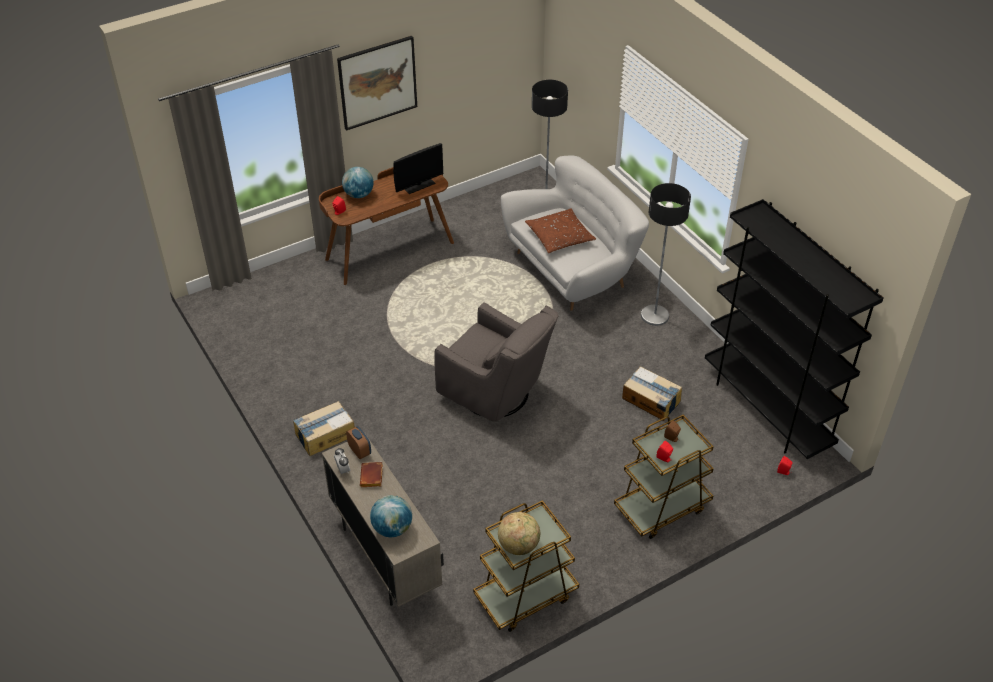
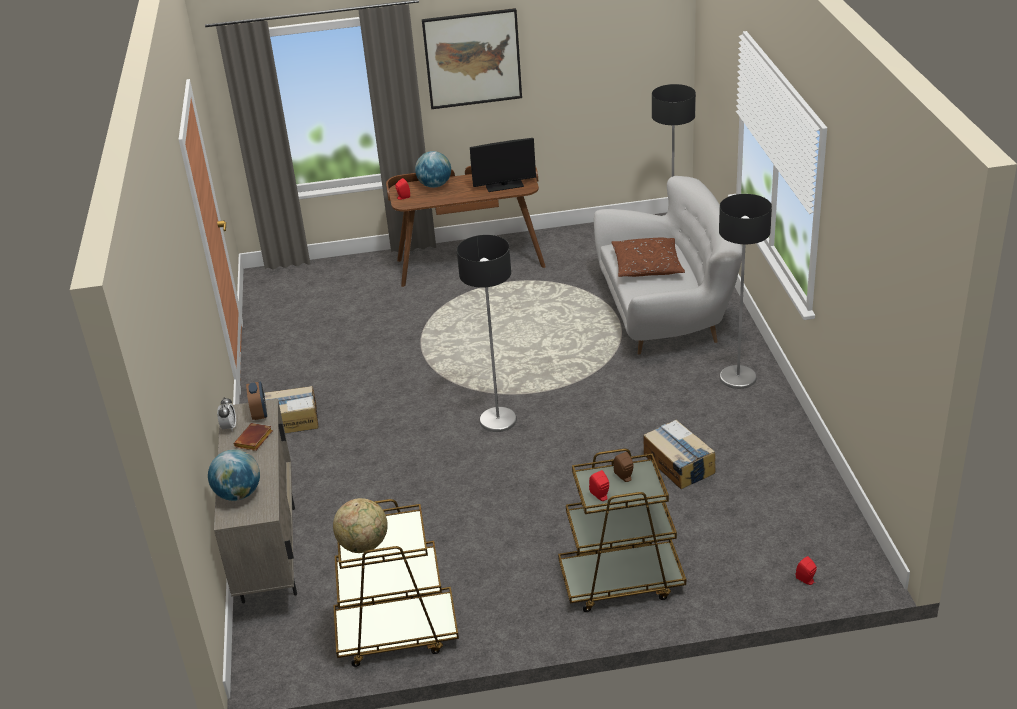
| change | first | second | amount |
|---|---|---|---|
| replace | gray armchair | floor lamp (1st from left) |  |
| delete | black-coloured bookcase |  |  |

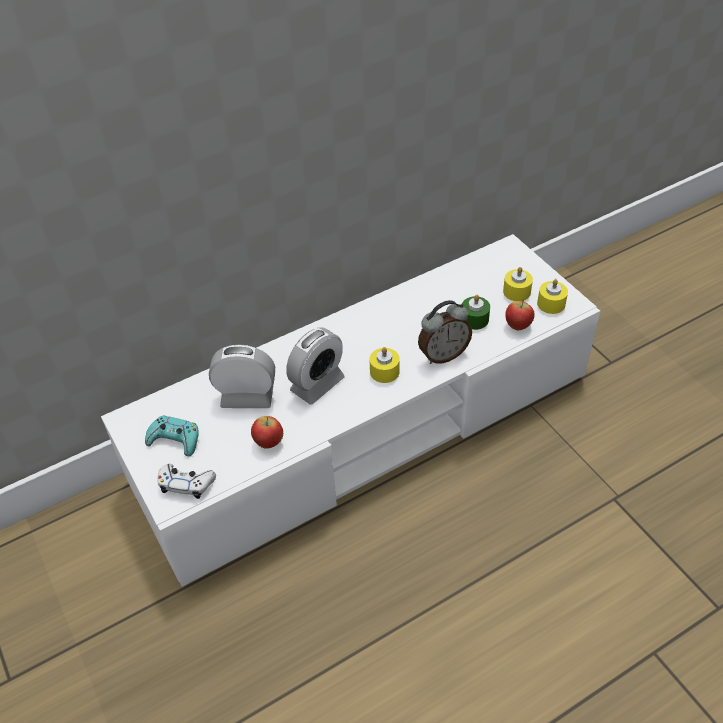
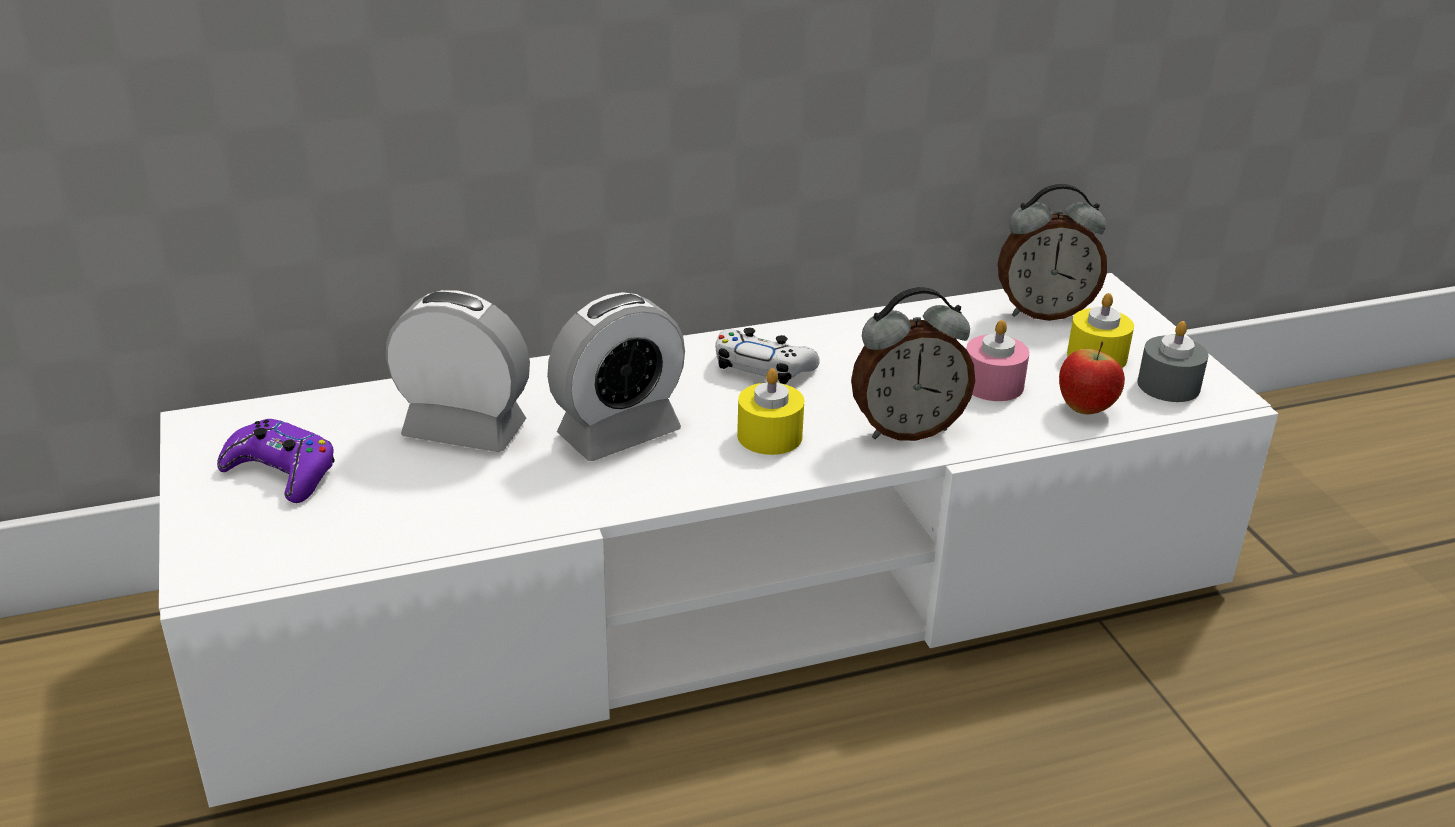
| change | first | second | amount |
|---|---|---|---|
| recolor | turquoise-coloured game controller | purple-coloured game controller |  |
| move | white game controller |  |  |
| delete | apple fruit (1st from left) |  |  |
| recolor | green-coloured wax light | pink-coloured wax light |  |
| recolor | yellow wax light (3rd from left) | gray wax light |  |
| insert |  | table clock (4th from left) |  |

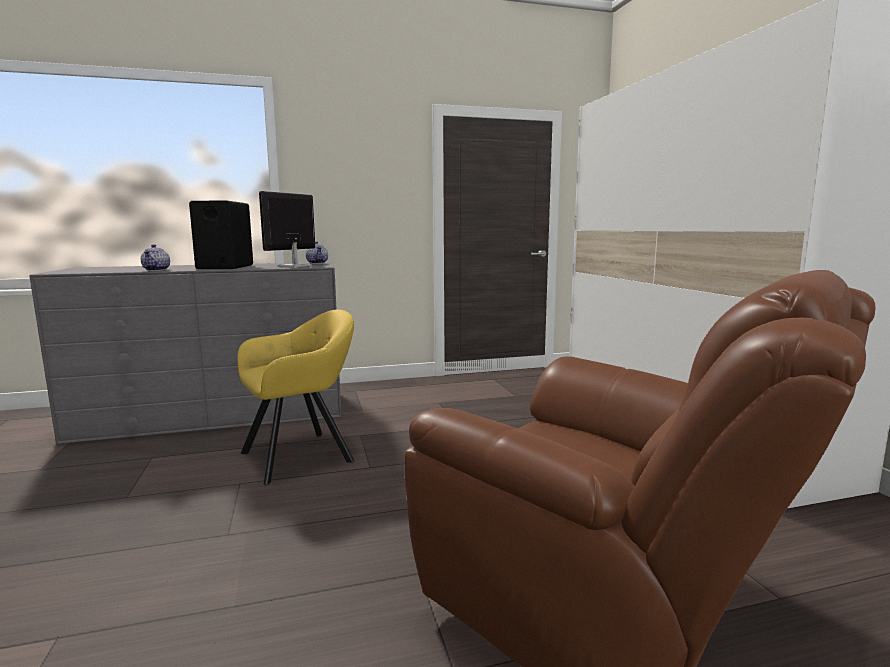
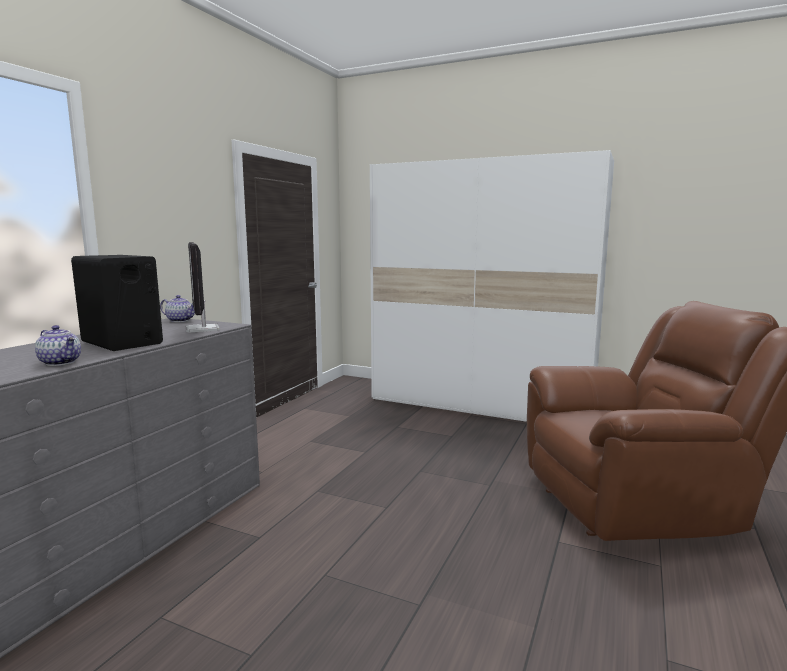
| change | first | second | amount |
|---|---|---|---|
| delete | yellow armchair |  |  |

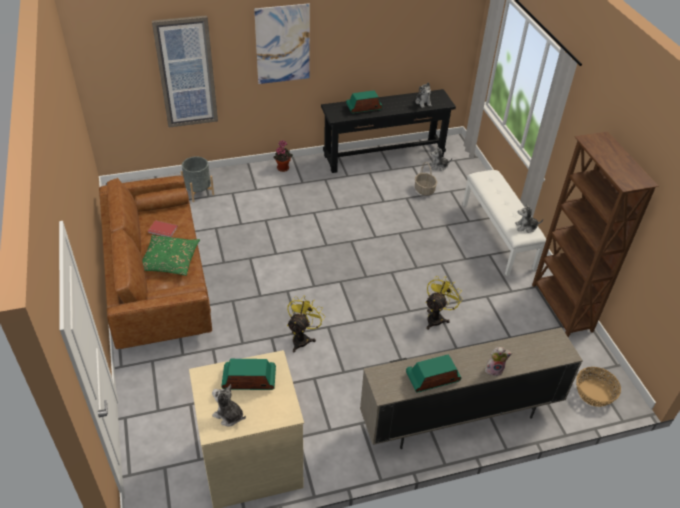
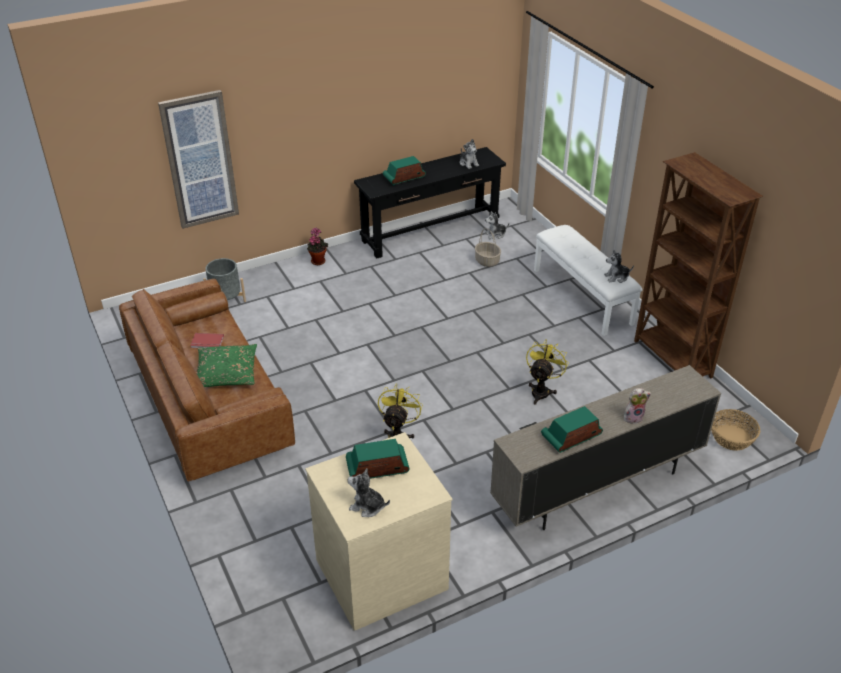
| change | first | second | amount |
|---|---|---|---|
| delete | picture (2nd from left) |  |  |

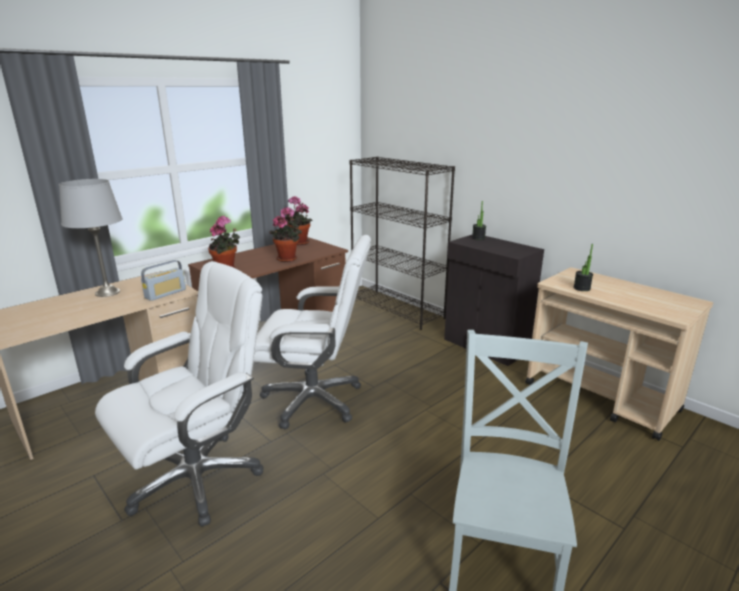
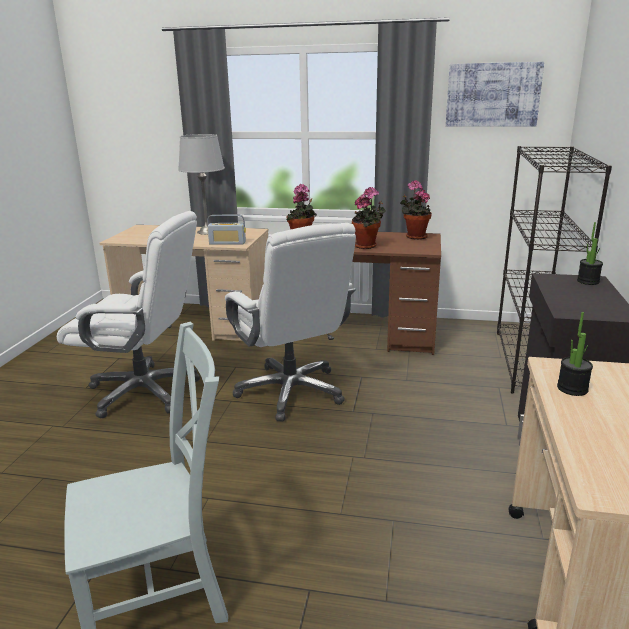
| change | first | second | amount |
|---|---|---|---|
| insert |  | picture |  |

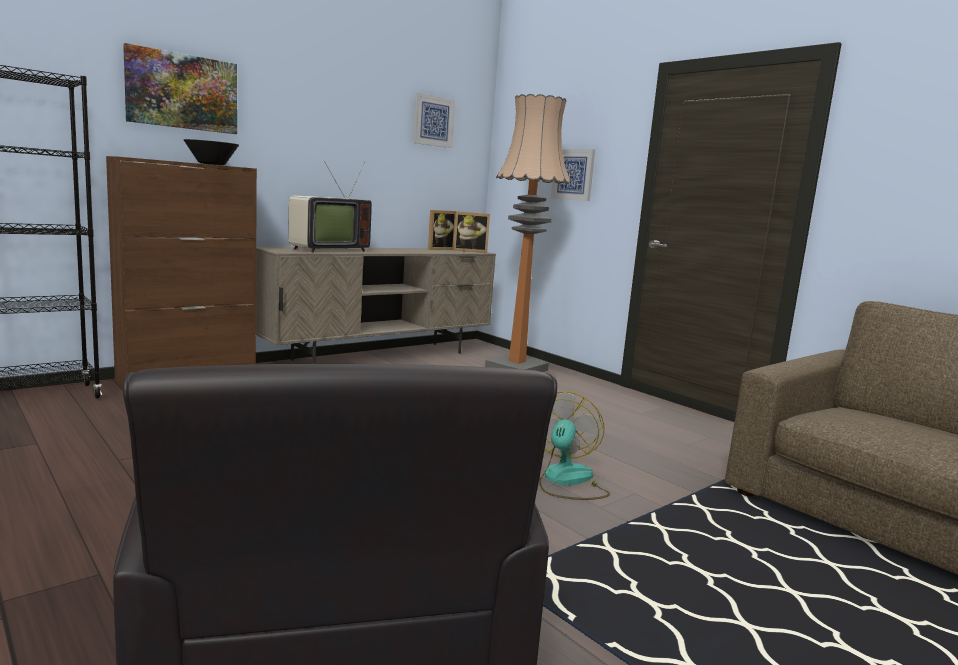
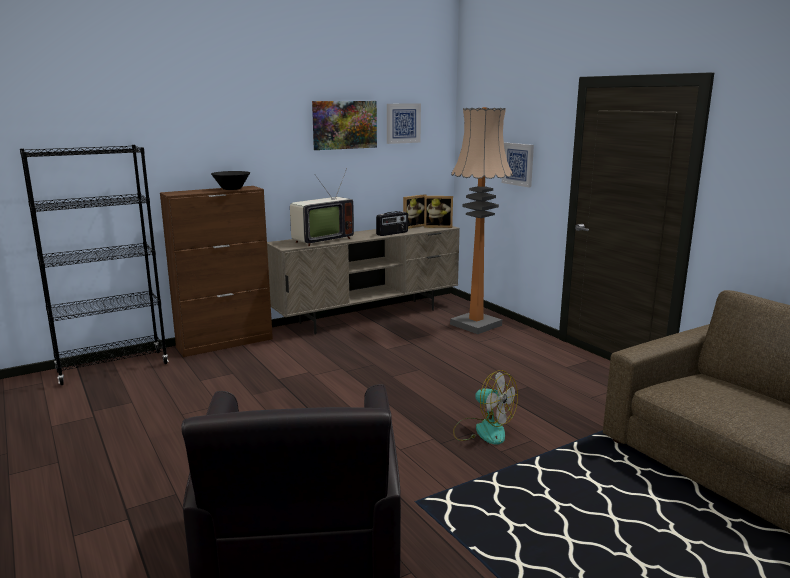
| change | first | second | amount |
|---|---|---|---|
| move | picture (1st from left) |  |  |
| rotate | electric fan |  | 105 degrees clockwise |
| insert |  | radio receiver |  |

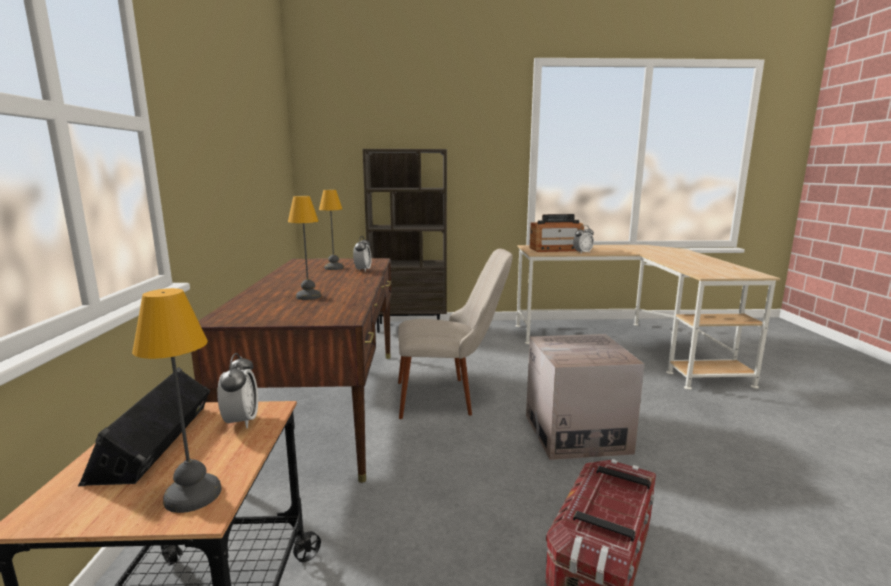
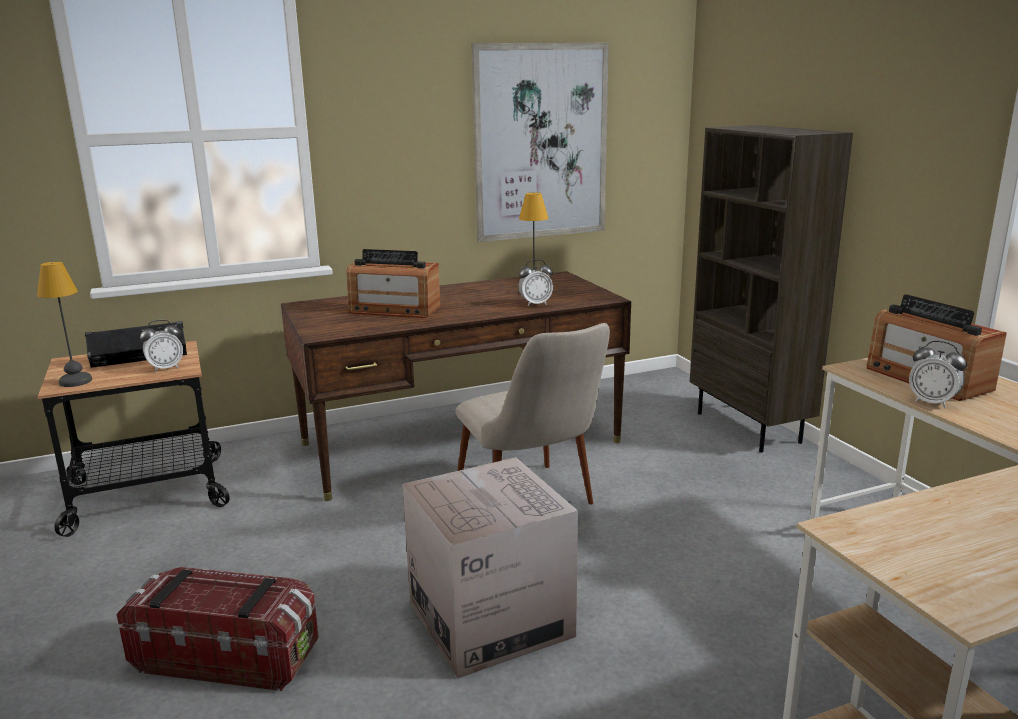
| change | first | second | amount |
|---|---|---|---|
| replace | lamp for a table (2nd from left) | radio receiver (1st from left) |  |
| insert |  | picture |  |

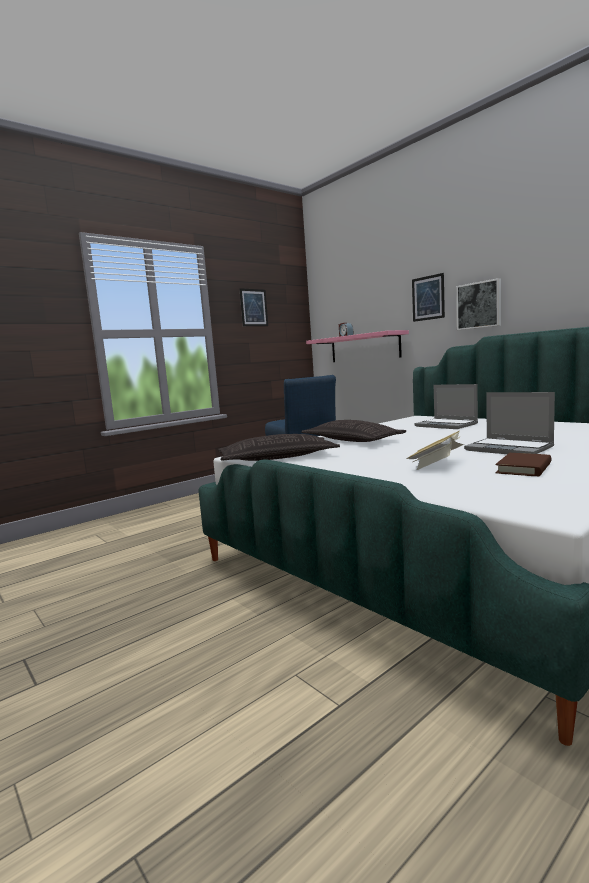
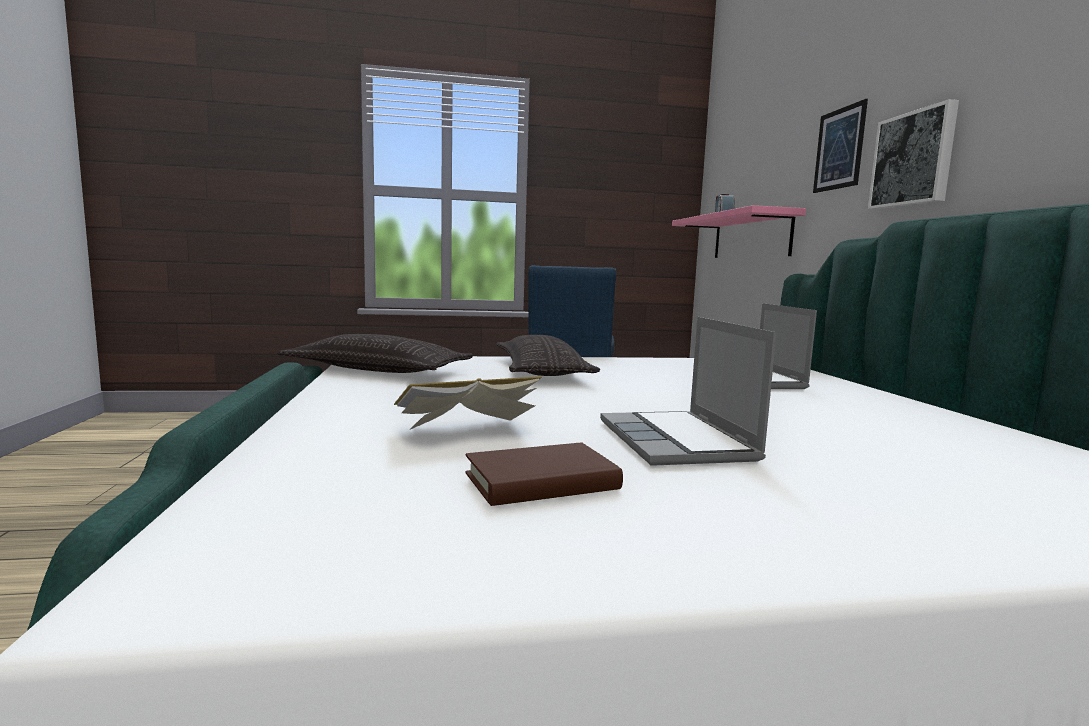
| change | first | second | amount |
|---|---|---|---|
| delete | picture (1st from left) |  |  |

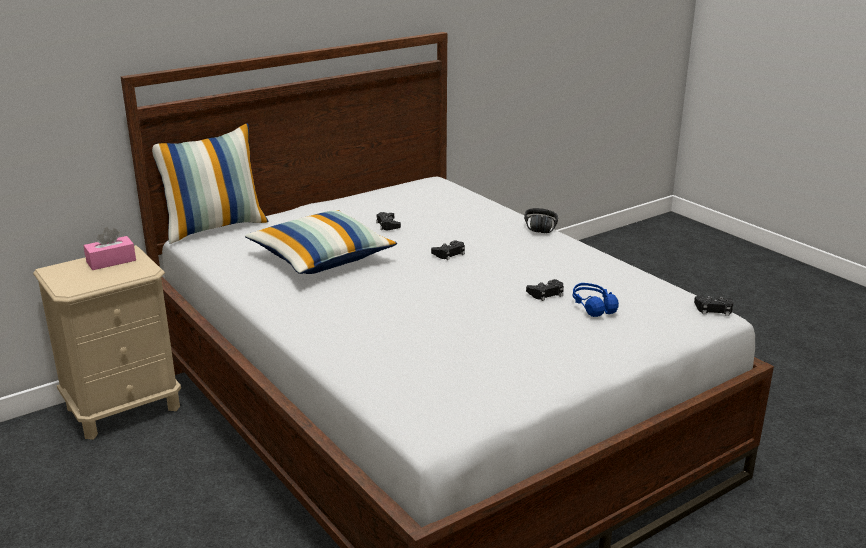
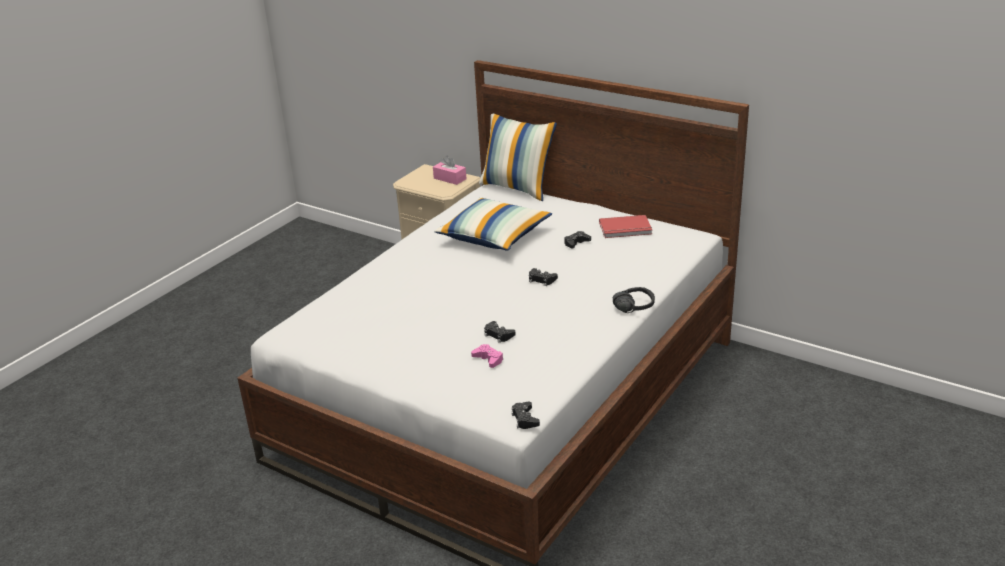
| change | first | second | amount |
|---|---|---|---|
| replace | bluish pair of headphones | pink-coloured game controller |  |
| insert |  | reddish volume |  |

